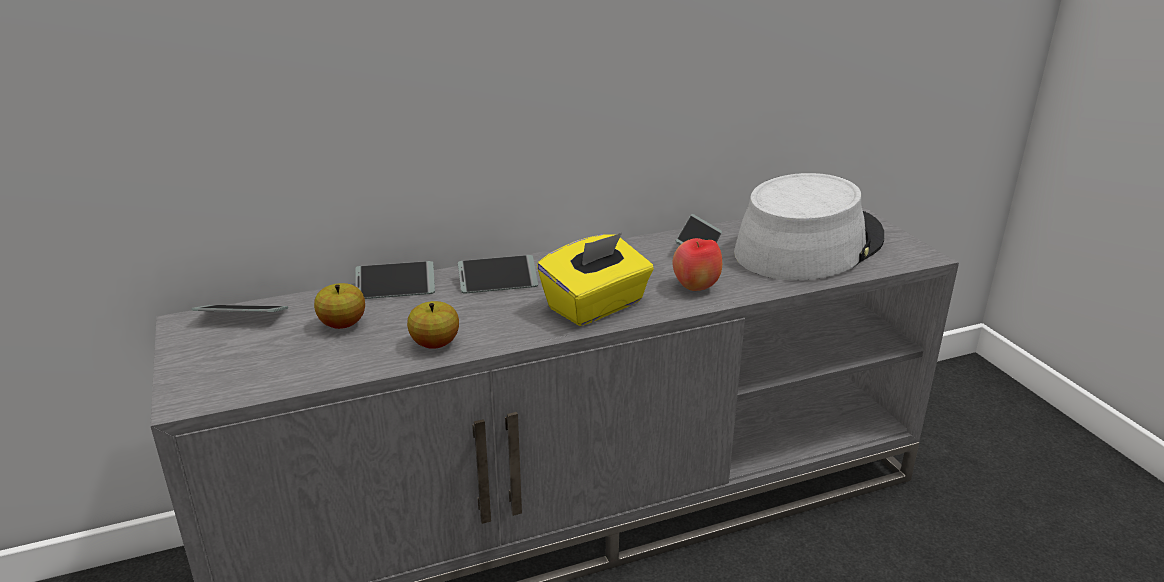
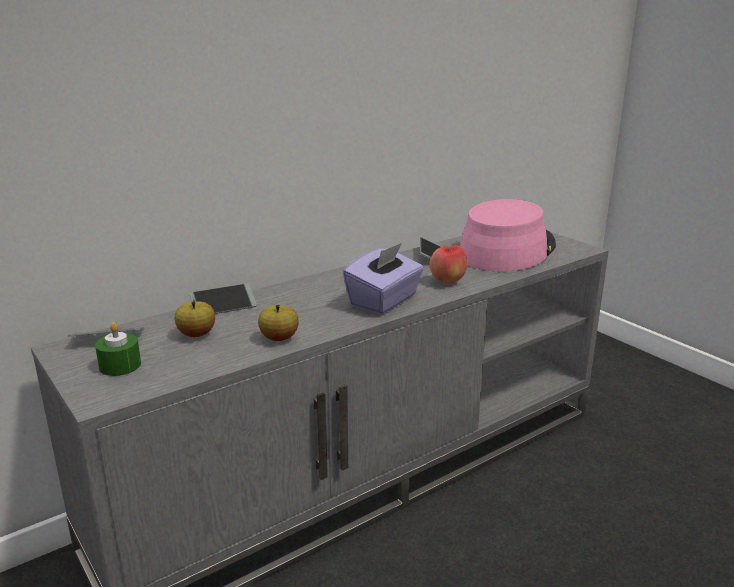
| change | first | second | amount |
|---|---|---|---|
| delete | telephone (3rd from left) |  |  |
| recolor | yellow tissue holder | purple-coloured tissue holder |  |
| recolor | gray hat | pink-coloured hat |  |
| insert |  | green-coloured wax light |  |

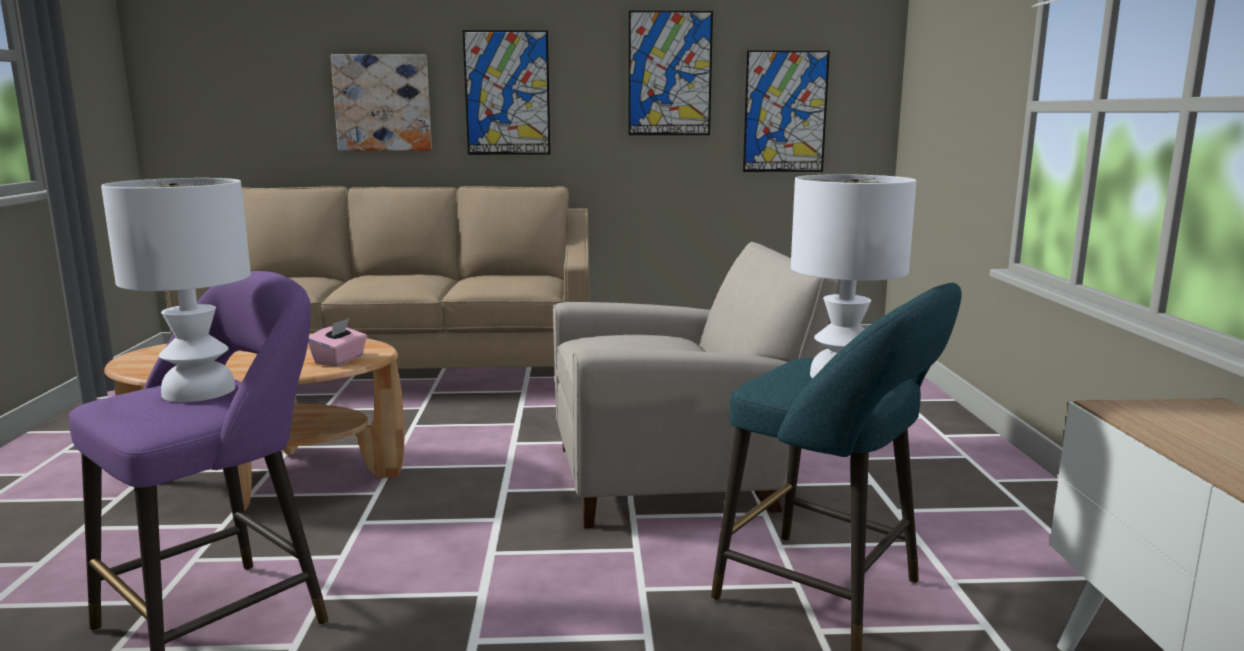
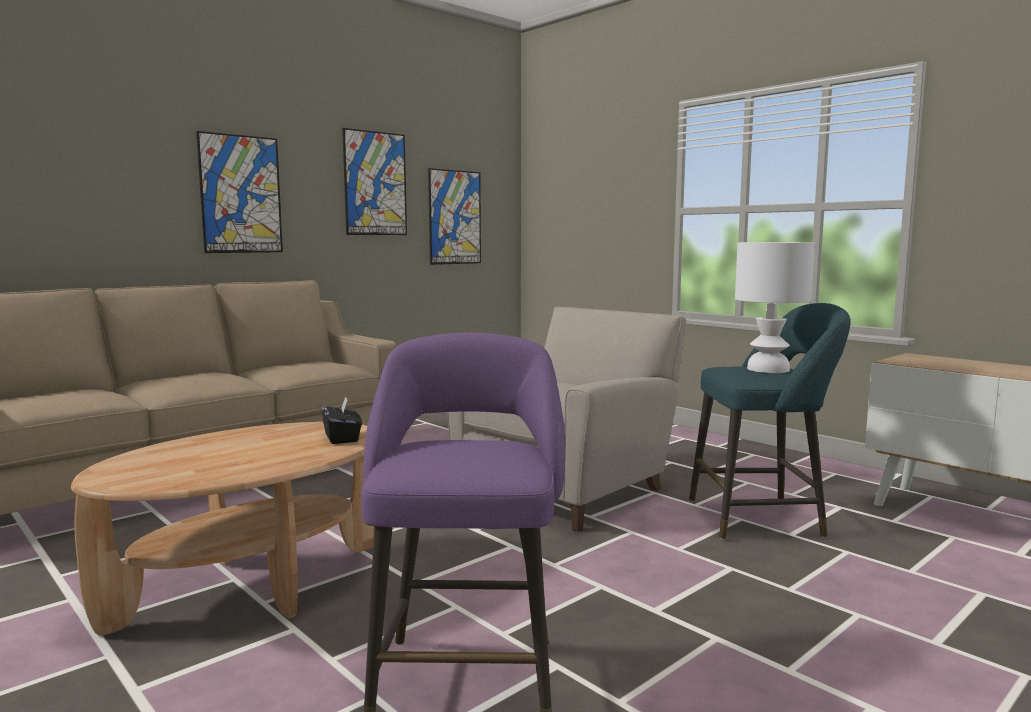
| change | first | second | amount |
|---|---|---|---|
| delete | white lamp for a table (1st from left) |  |  |
| recolor | pink-coloured tissue holder | black-coloured tissue holder |  |
| delete | picture (1st from left) |  |  |

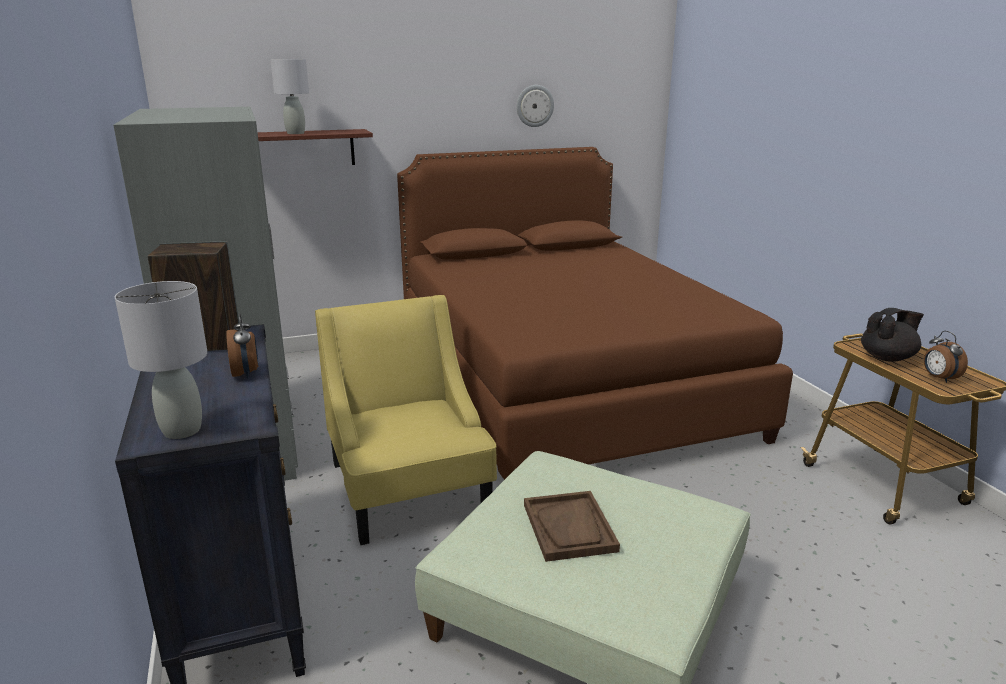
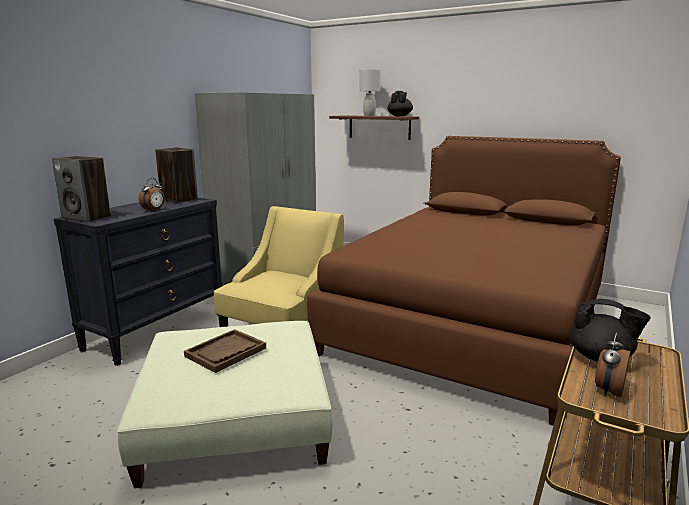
| change | first | second | amount |
|---|---|---|---|
| replace | gray lamp for a table (1st from left) | audio speaker (1st from left) |  |
| delete | clock on the wall |  |  |
| insert |  | black-coloured pot for tea (1st from left) |  |

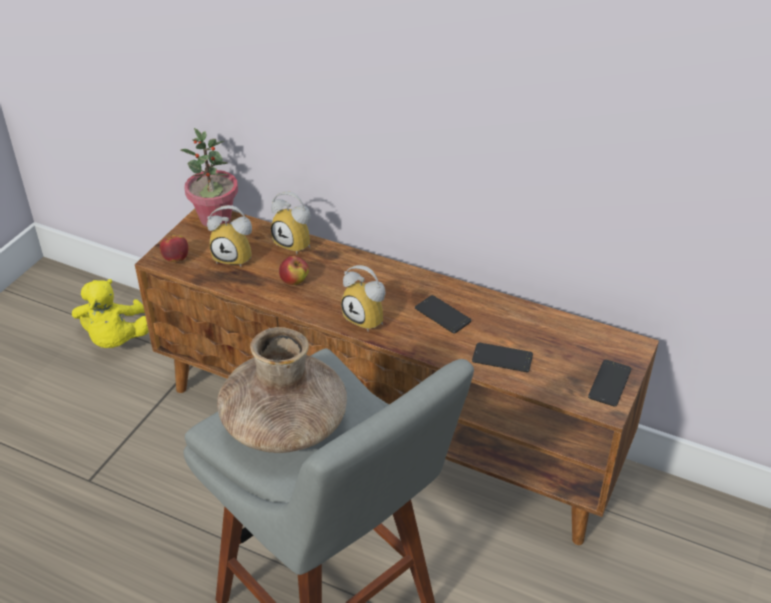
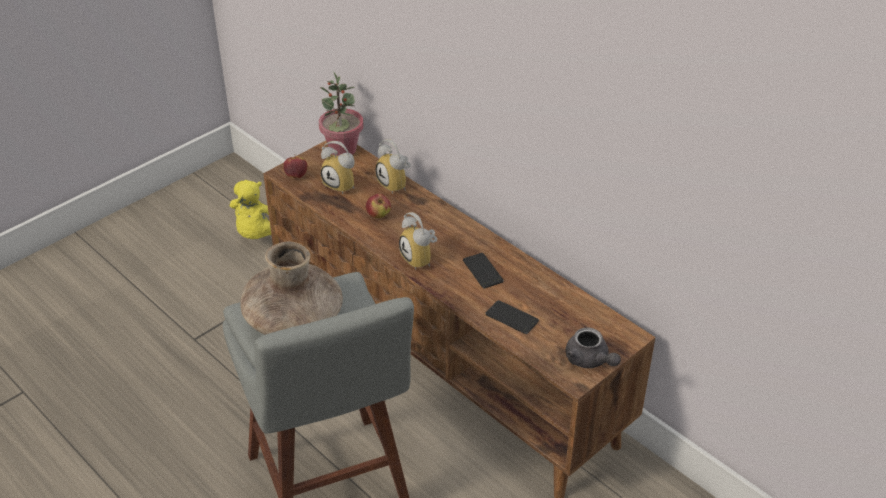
| change | first | second | amount |
|---|---|---|---|
| replace | telephone (3rd from left) | gray pot for tea |  |

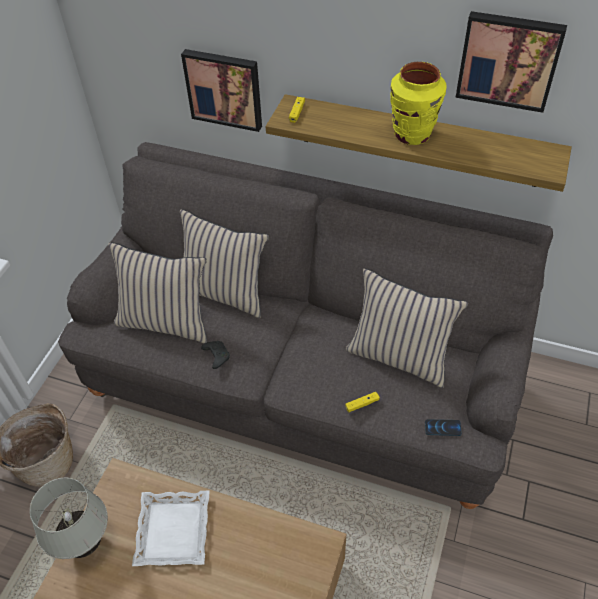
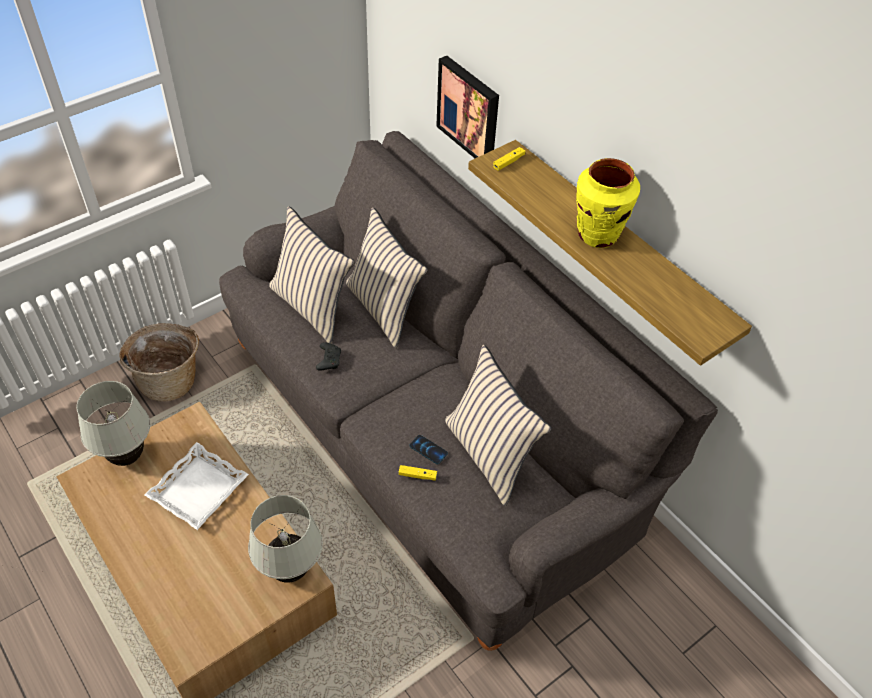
| change | first | second | amount |
|---|---|---|---|
| move | telephone |  |  |
| delete | picture (2nd from left) |  |  |
| insert |  | white lamp for a table (2nd from left) |  |

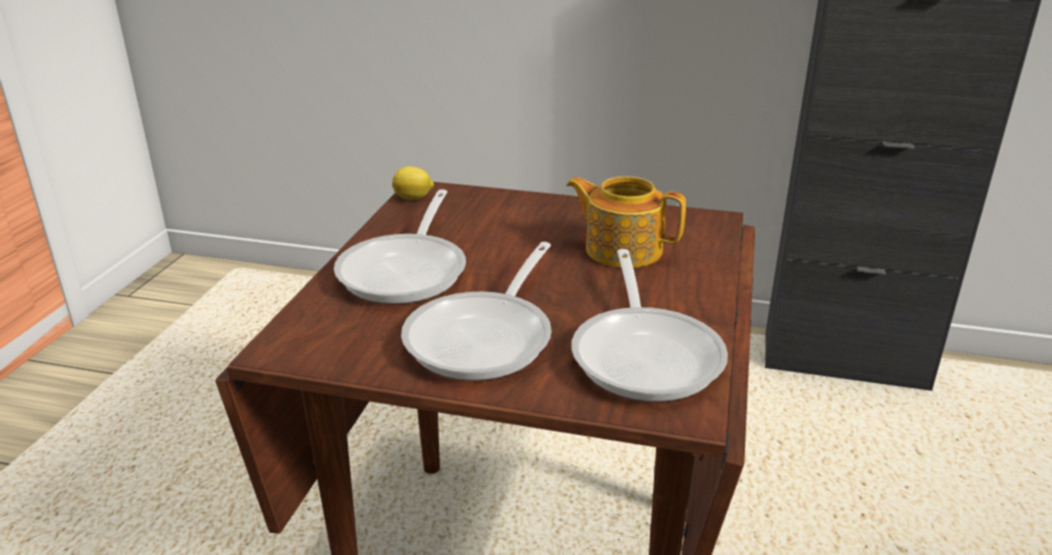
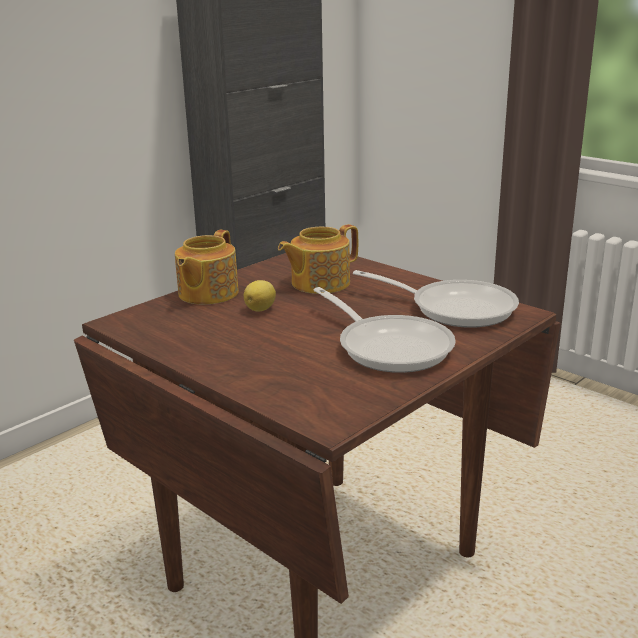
| change | first | second | amount |
|---|---|---|---|
| delete | skillet (1st from left) |  |  |
| move | citrus fruit |  |  |
| insert |  | pot for tea (1st from left) |  |

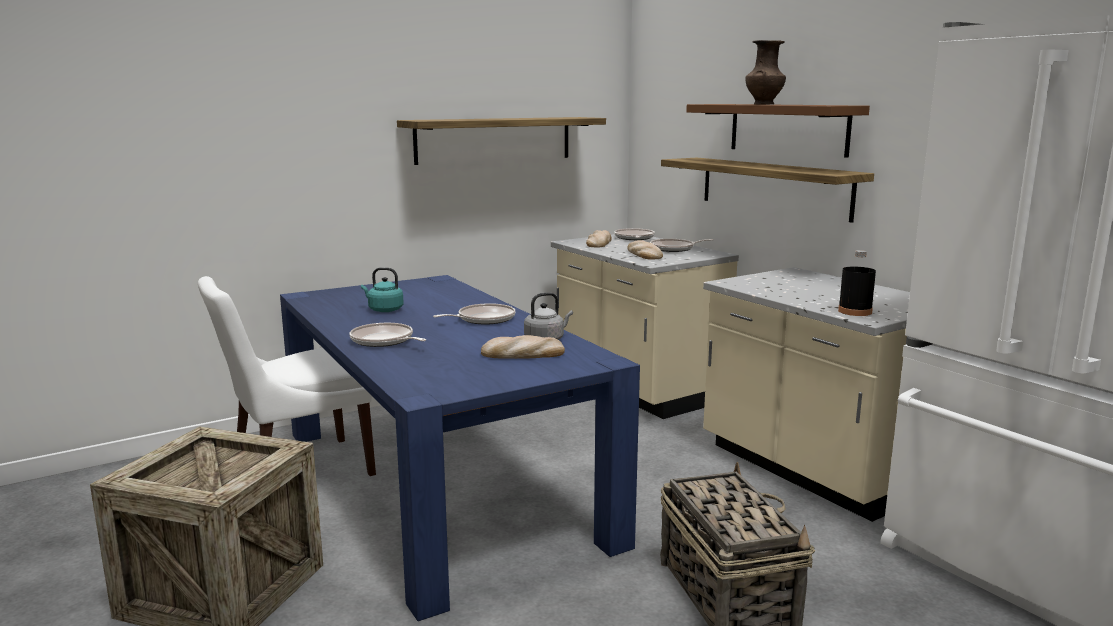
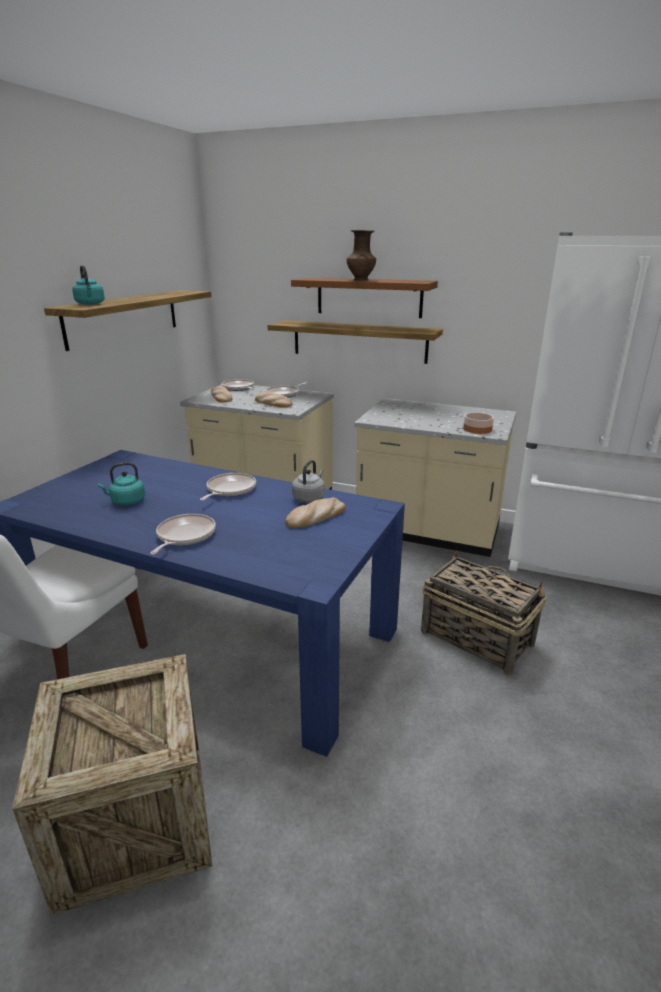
| change | first | second | amount |
|---|---|---|---|
| rotate | skillet (1st from left) |  | 105 degrees clockwise |
| replace | black-coloured bottle | bowl |  |
| insert |  | turquoise-coloured kettle (1st from left) |  |

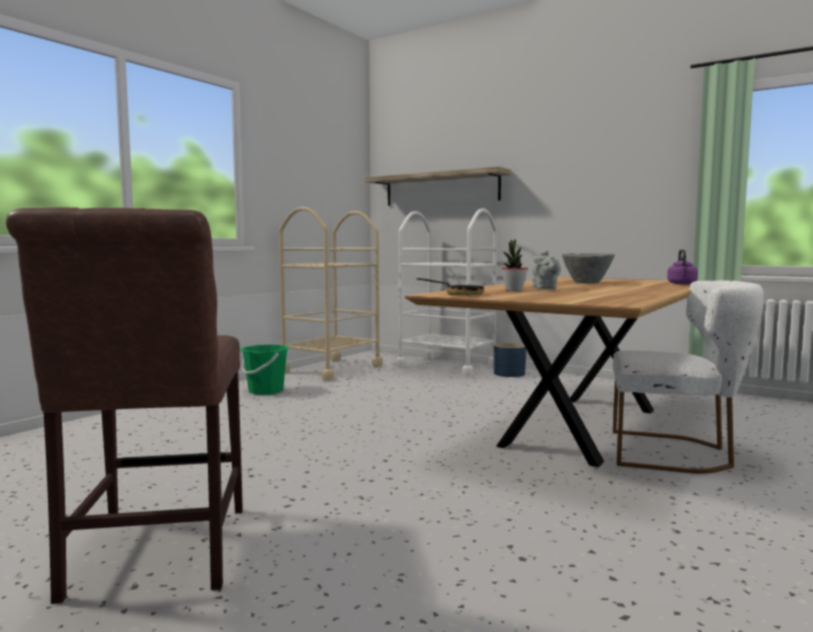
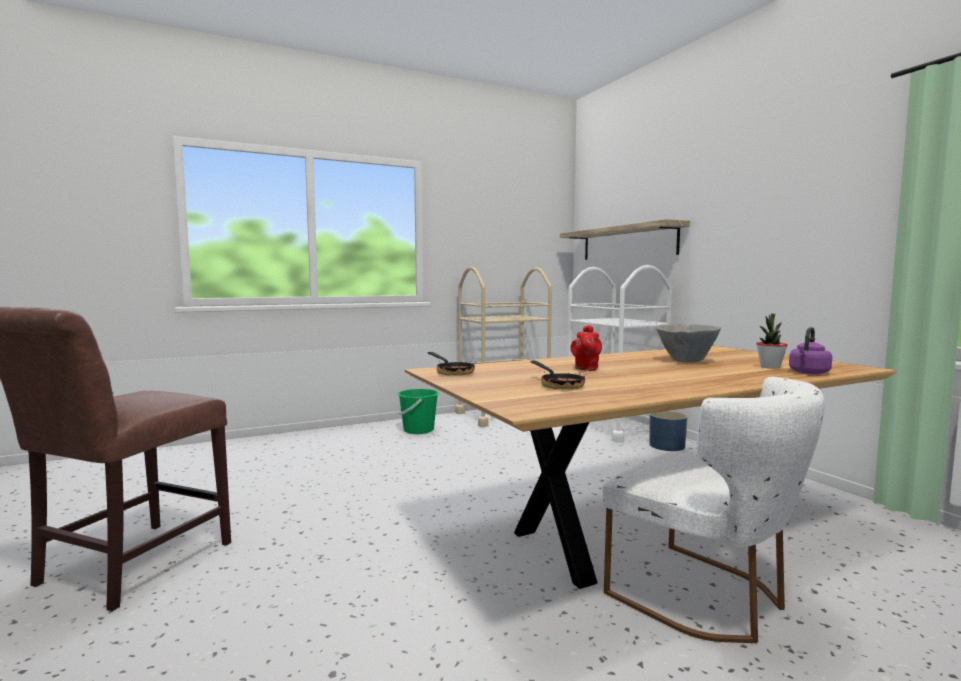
| change | first | second | amount |
|---|---|---|---|
| move | plant in a pot |  |  |
| recolor | gray pot for tea | reddish pot for tea |  |
| insert |  | skillet (2nd from left) |  |

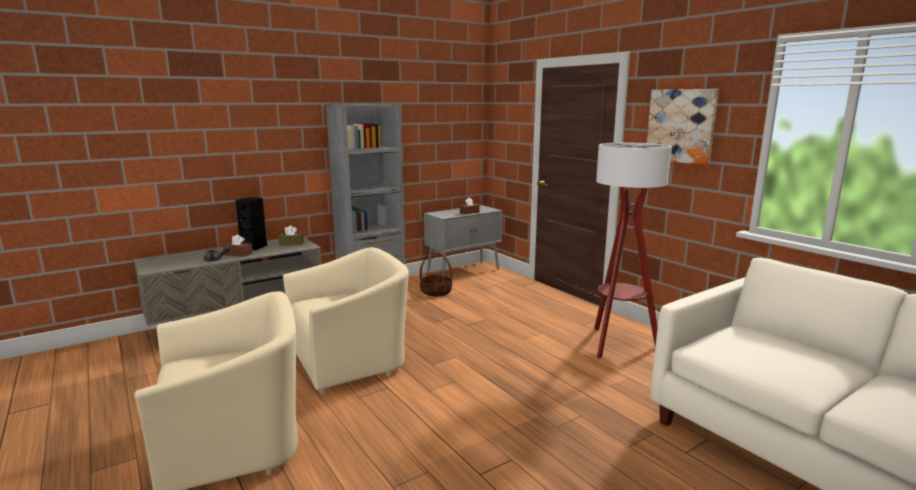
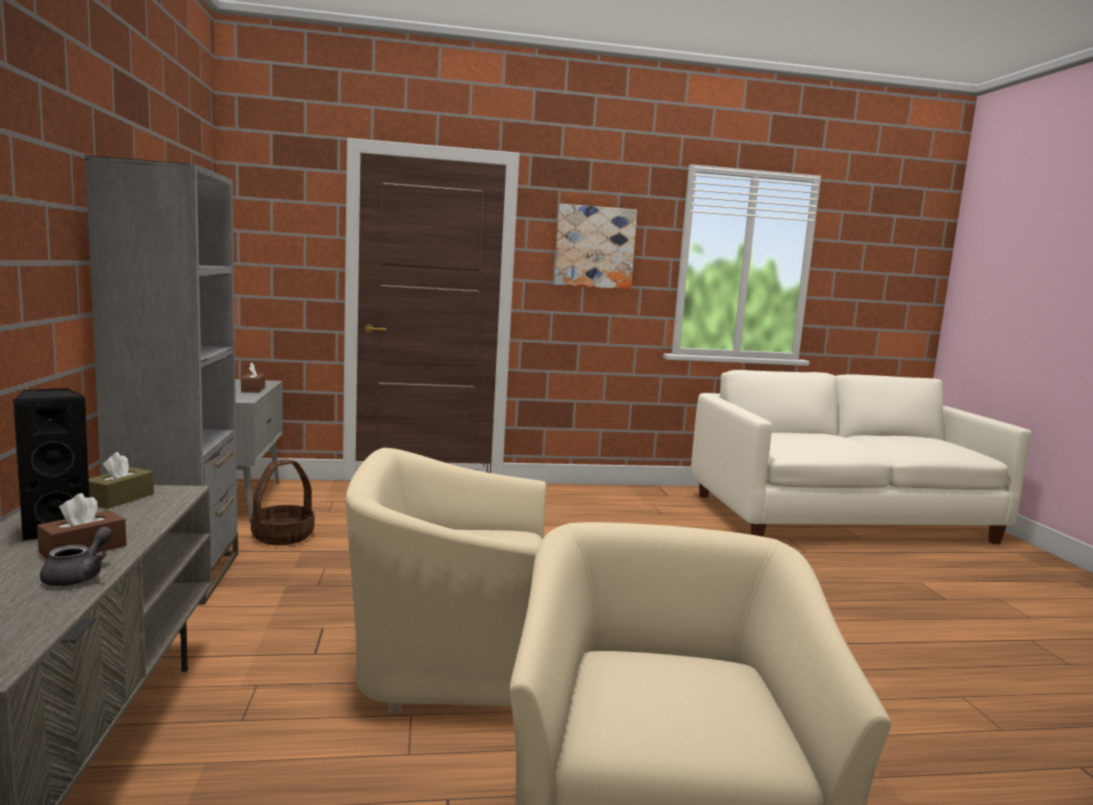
| change | first | second | amount |
|---|---|---|---|
| rotate | beige armchair (2nd from left in the first image) | beige armchair (1st from left) | 90 degrees counterclockwise |
| delete | floor lamp |  |  |

